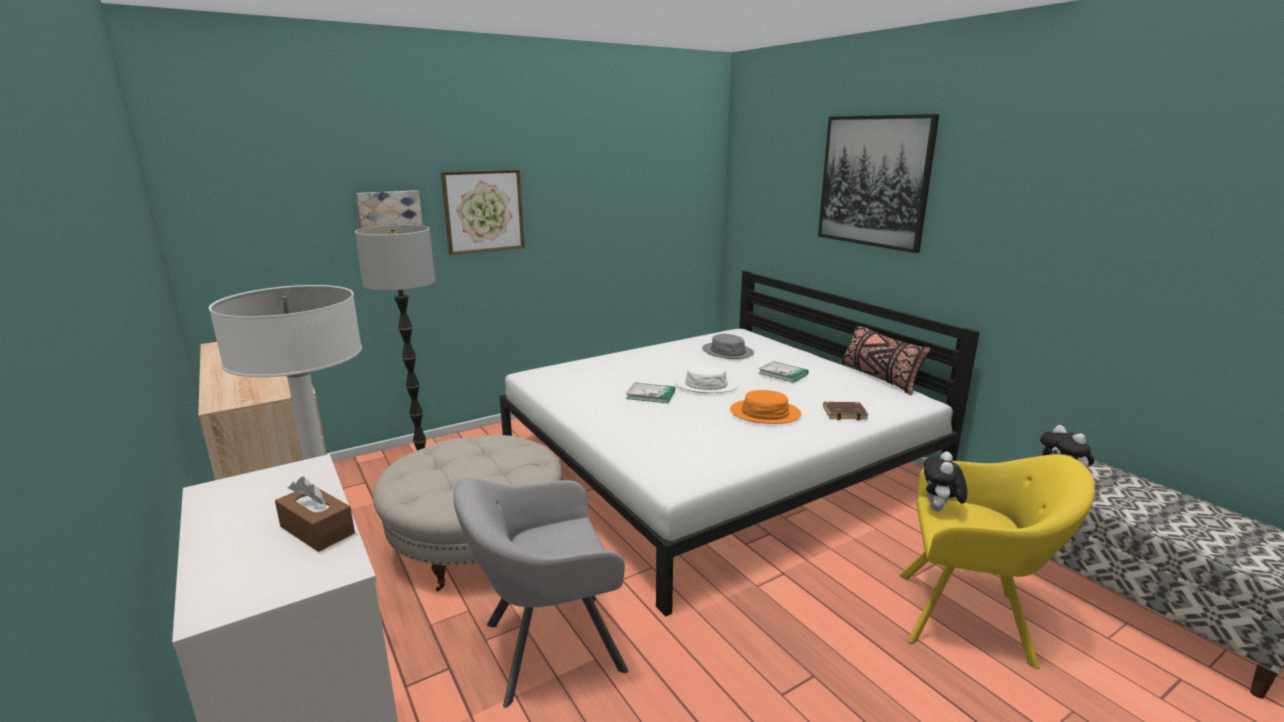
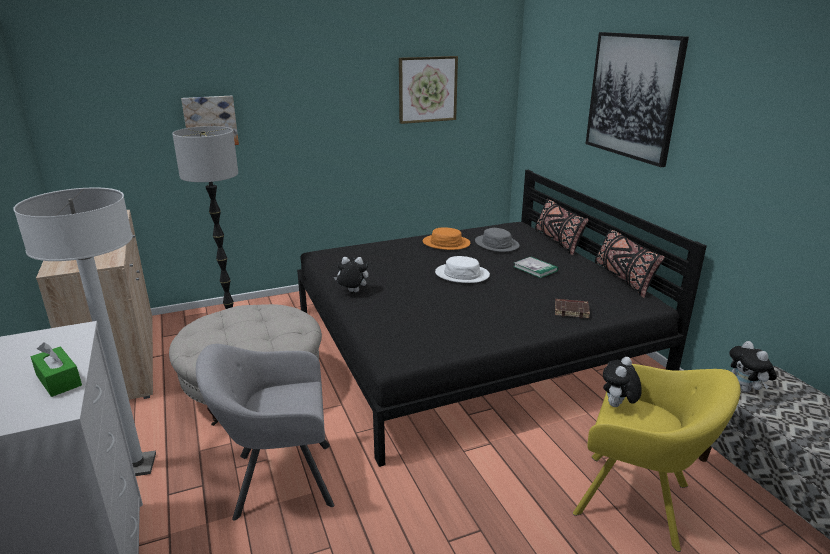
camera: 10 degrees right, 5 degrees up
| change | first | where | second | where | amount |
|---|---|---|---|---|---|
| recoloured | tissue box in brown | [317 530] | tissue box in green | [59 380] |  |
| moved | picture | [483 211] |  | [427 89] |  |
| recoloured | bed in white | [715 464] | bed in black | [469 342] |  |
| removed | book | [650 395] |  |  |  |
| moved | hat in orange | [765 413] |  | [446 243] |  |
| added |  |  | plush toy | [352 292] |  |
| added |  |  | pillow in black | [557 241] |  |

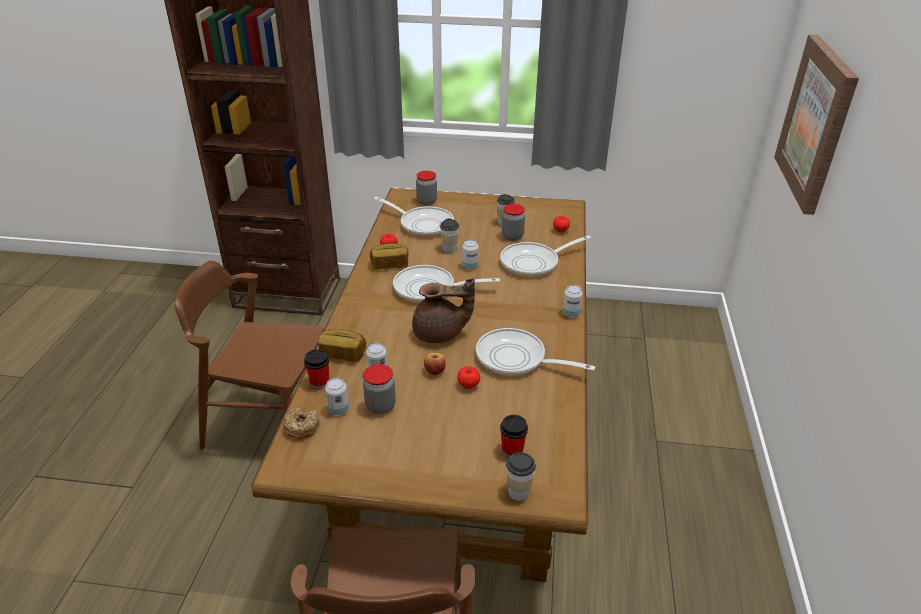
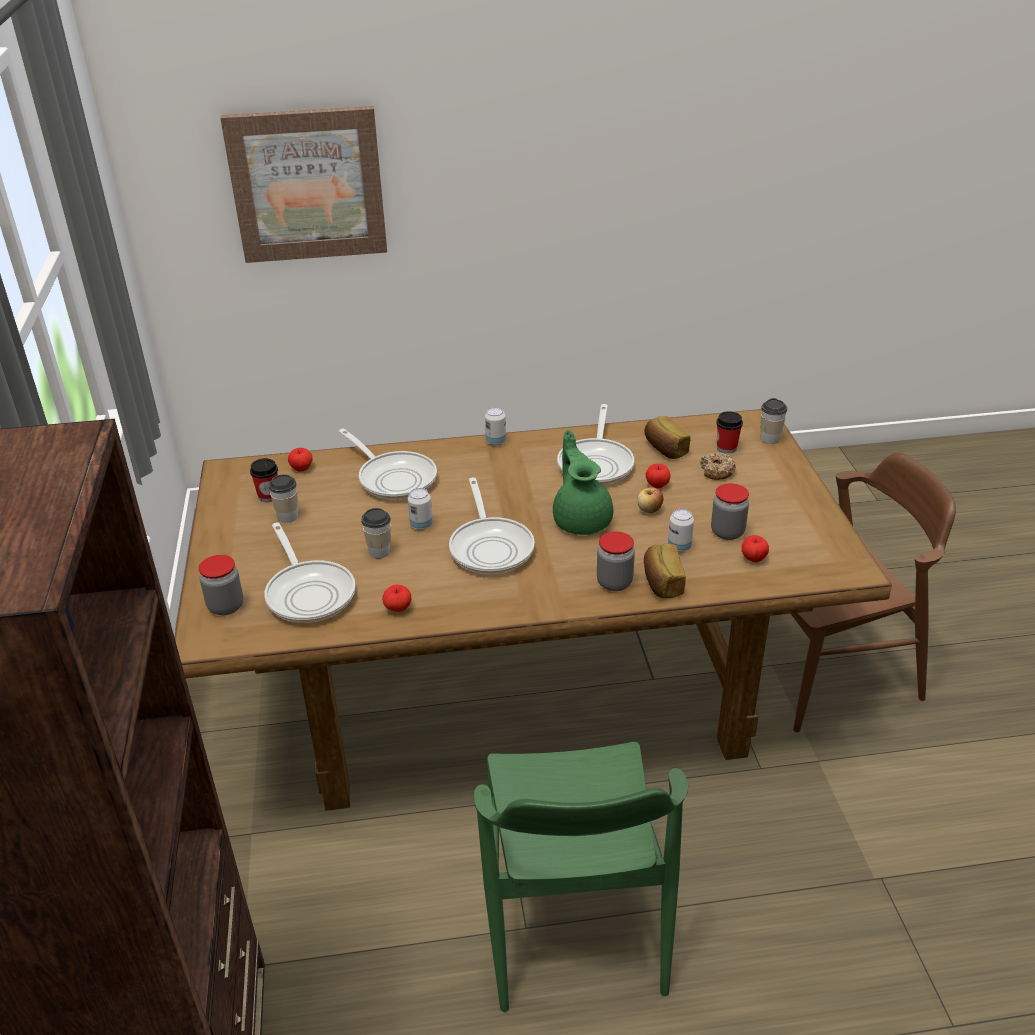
camera: 105 degrees left, 0 degrees up
| change | first | where | second | where | amount |
|---|---|---|---|---|---|
| recoloured | chair in brown | [270 421] | chair in green | [572 922] |  |
| moved | donut | [301 427] |  | [717 471] |  |
| moved | cup | [319 382] |  | [268 496] |  |
| replaced | can | [338 410] | apple | [753 558] |  |
| moved | bread | [390 264] |  | [664 449] |  |
| turned | frying pan | [423 224] |  | [309 592] | 135 degrees clockwise |
| recoloured | teapot in brown | [440 334] | teapot in green | [582 519] |  |
| moved | jar | [512 236] |  | [614 582] |  |

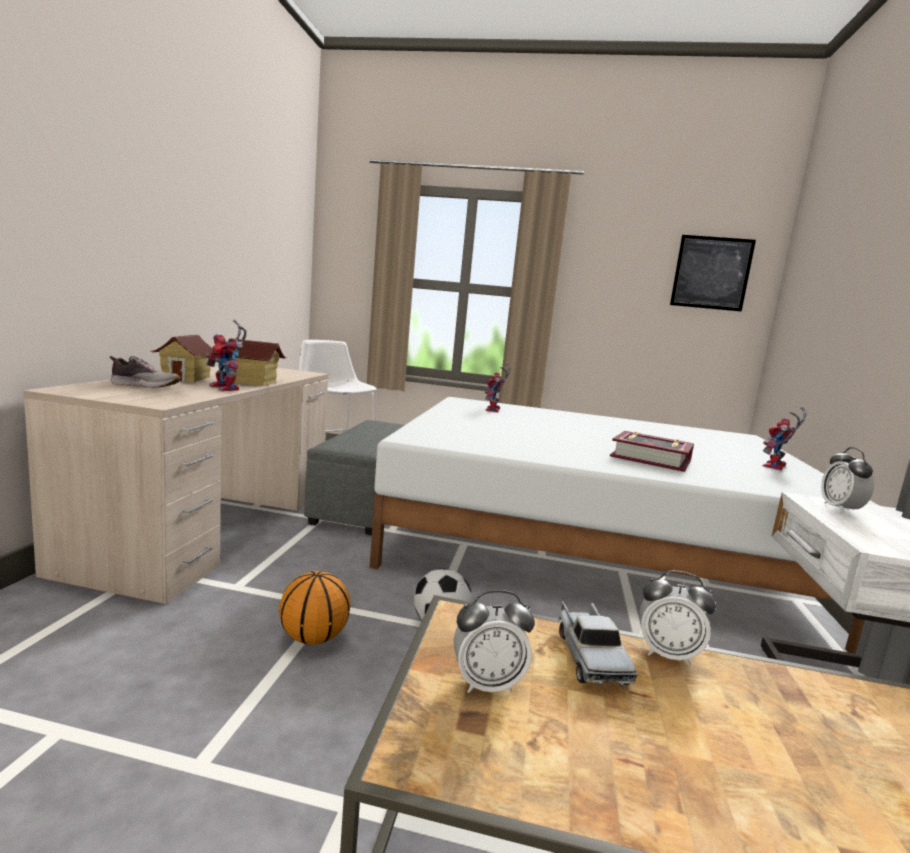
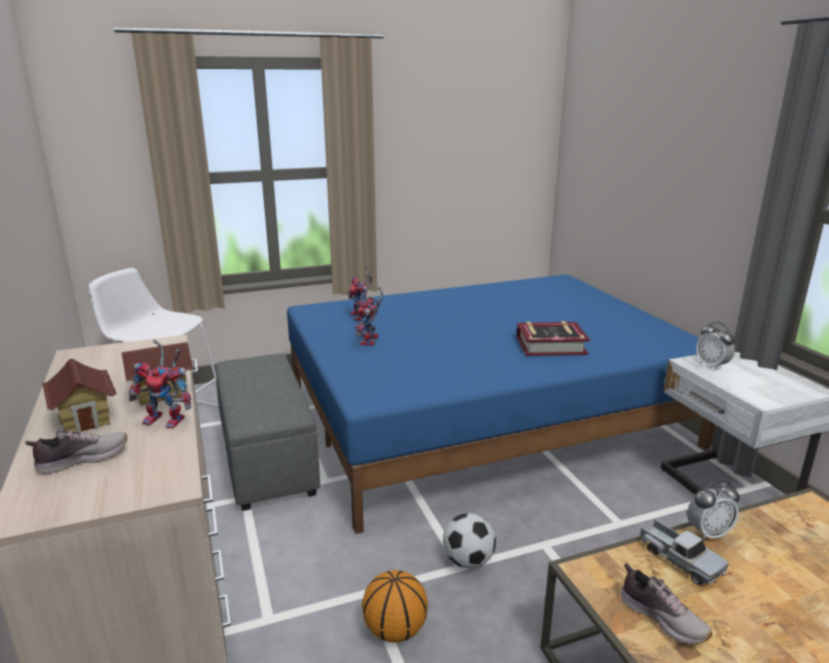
camera: 30 degrees left, 10 degrees up
| change | first | where | second | where | amount |
|---|---|---|---|---|---|
| recoloured | bed in white | [589 540] | bed in blue | [484 416] |  |
| replaced | alarm clock | [487 684] | shoe | [662 617] |  |
| removed | picture | [711 273] |  |  |  |
| moved | toy robot | [776 467] |  | [370 342] |  |

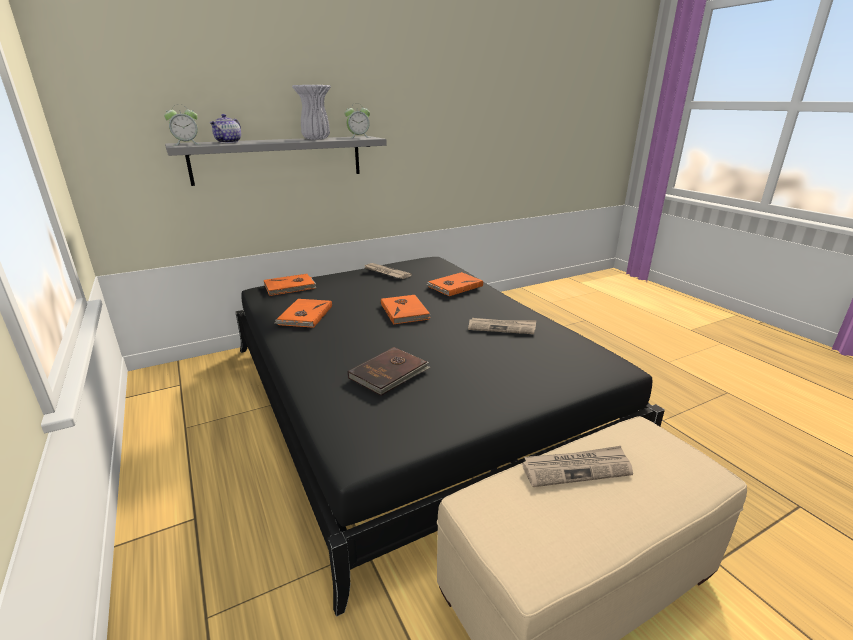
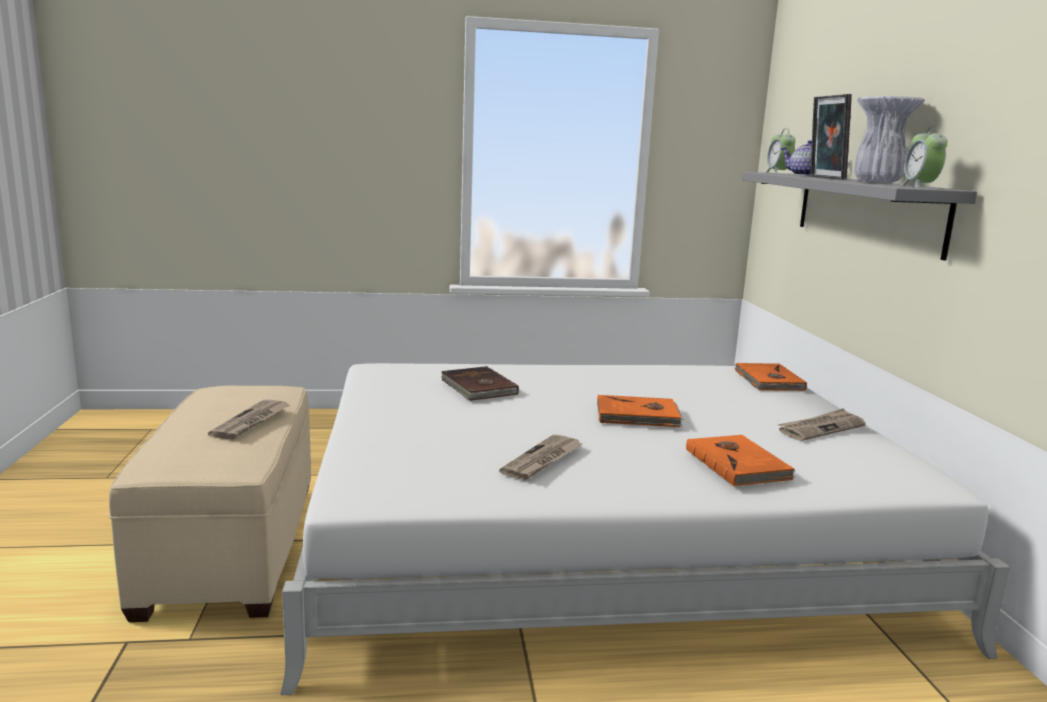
camera: 110 degrees right, 10 degrees down
| change | first | where | second | where | amount |
|---|---|---|---|---|---|
| recoloured | bed in black | [410 396] | bed in white | [598 536] |  |
| removed | book in orange | [304 315] |  |  |  |
| added |  |  | picture frame | [824 178] |  |

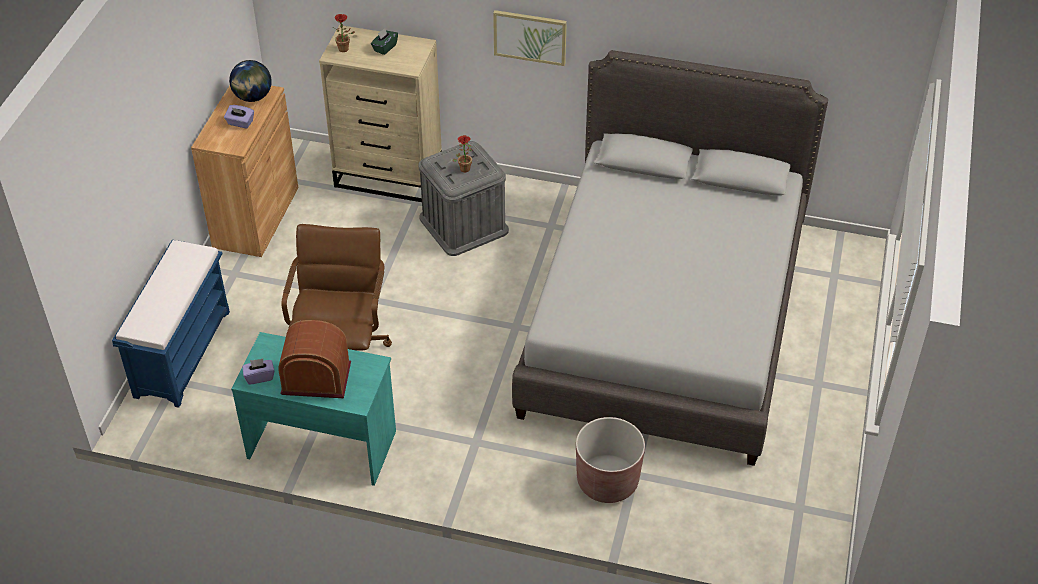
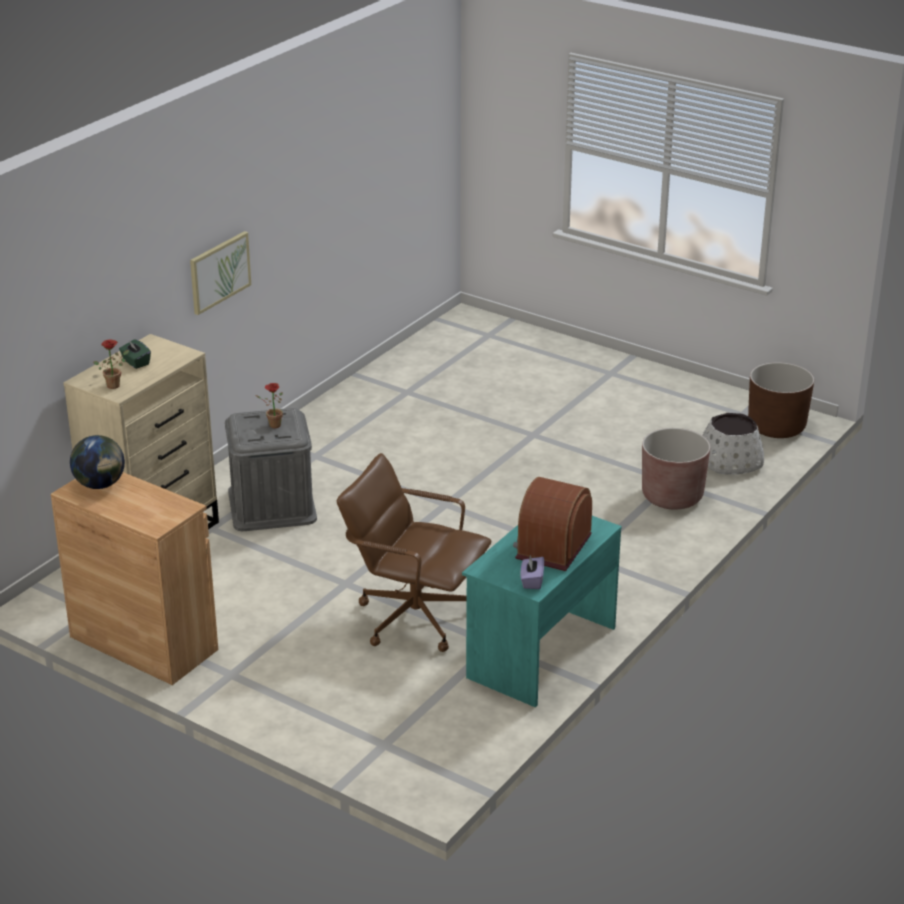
camera: 70 degrees left, 15 degrees down
| change | first | where | second | where | amount |
|---|---|---|---|---|---|
| removed | bench in blue | [182 352] |  |  |  |
| removed | tissue box in purple | [240 123] |  |  |  |
| removed | bed in grey | [665 319] |  |  |  |
| added |  |  | planter in white | [730 462] |  |
| added |  |  | planter in brown | [776 427] |  |

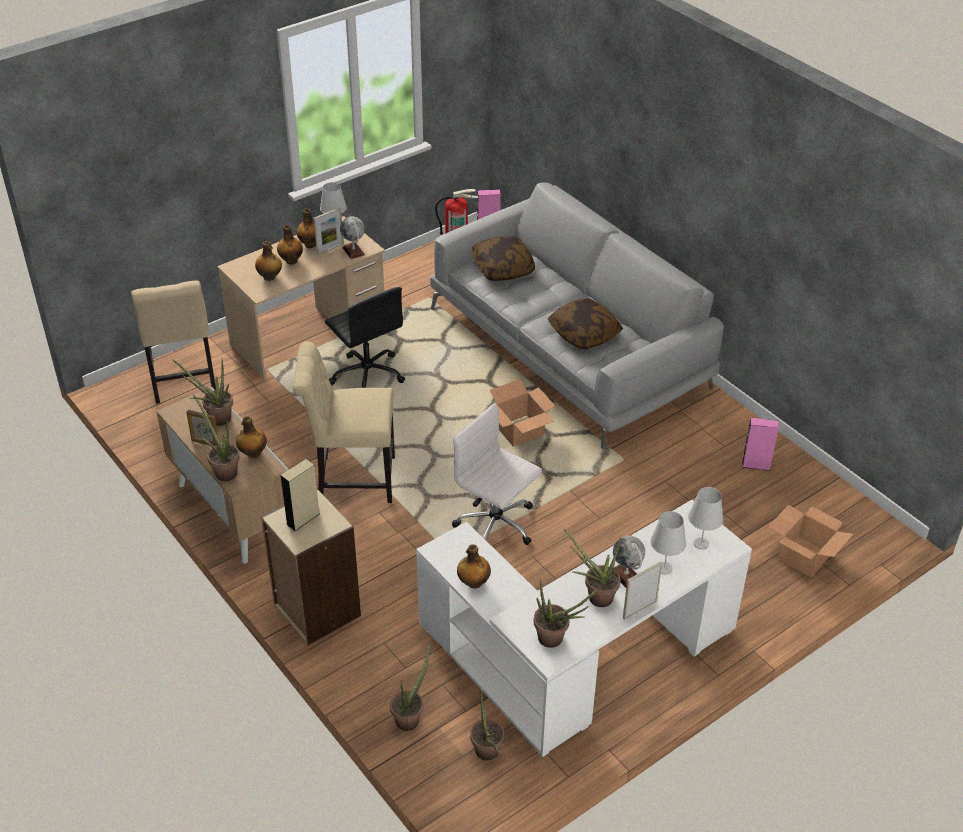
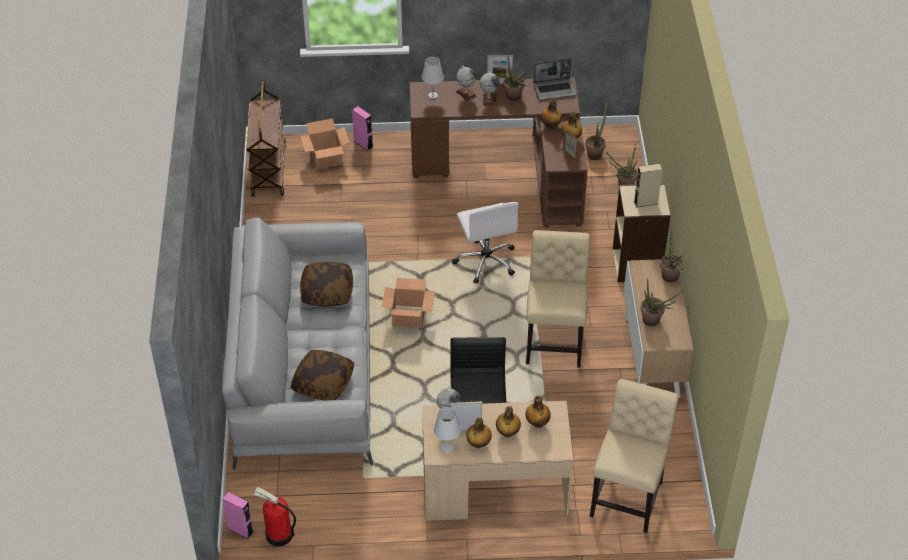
camera: 145 degrees left, 5 degrees up
| change | first | where | second | where | amount |
|---|---|---|---|---|---|
| moved | picture frame | [205 443] |  | [570 156] |  |
| moved | bottle | [253 453] |  | [550 126] |  |
| turned | chair in beige | [351 479] |  | [554 340] | 120 degrees counterclockwise |
| recoloured | desk in white | [577 662] | desk in brown | [510 170] |  |
| replaced | potted plant | [556 639] | laptop | [555 89] |  |
| replaced | table lamp in white | [664 568] | globe | [466 93] |  |
| moved | speaker in pink | [756 465] |  | [363 144] |  |
| added |  |  | cart in brown | [268 169] |  |

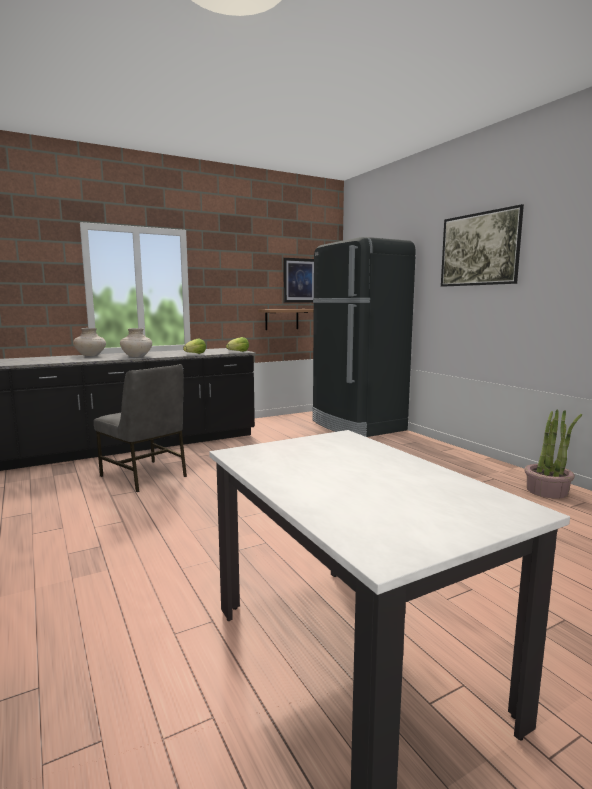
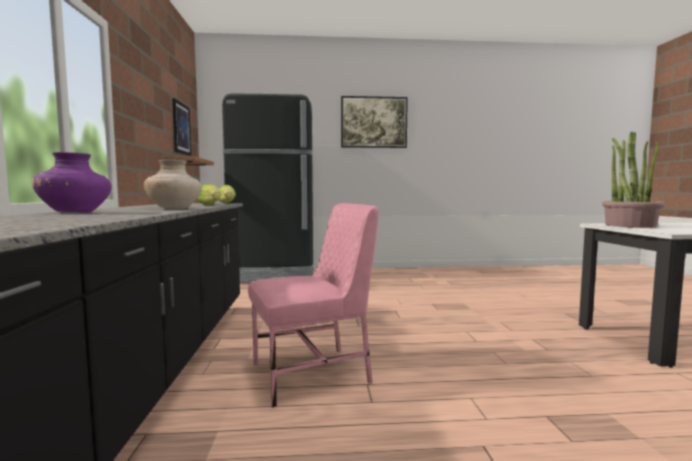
camera: 65 degrees left, 5 degrees down
| change | first | where | second | where | amount |
|---|---|---|---|---|---|
| recoloured | vase in beige | [90 355] | vase in purple | [76 212] |  |
| recoloured | chair in grey | [145 476] | chair in pink | [313 373] |  |
| moved | potted plant | [547 491] |  | [630 225] |  |

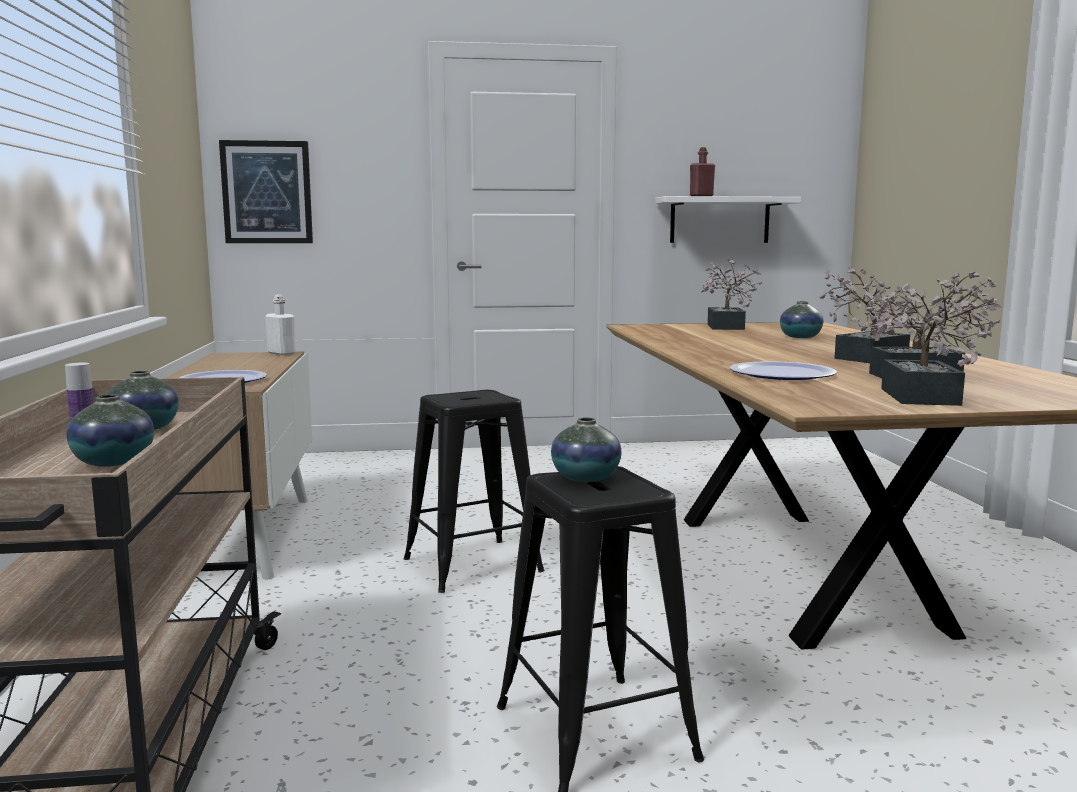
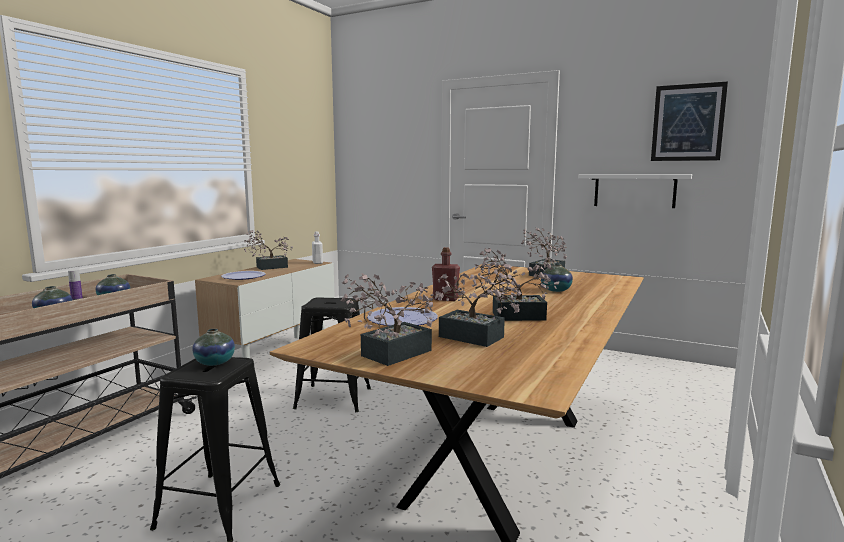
camera: 35 degrees right, 0 degrees up
| change | first | where | second | where | amount |
|---|---|---|---|---|---|
| moved | picture | [267 192] |  | [687 123] |  |
| moved | bottle in red | [701 196] |  | [445 299] |  |
| added |  |  | potted plant | [268 267] |  |

